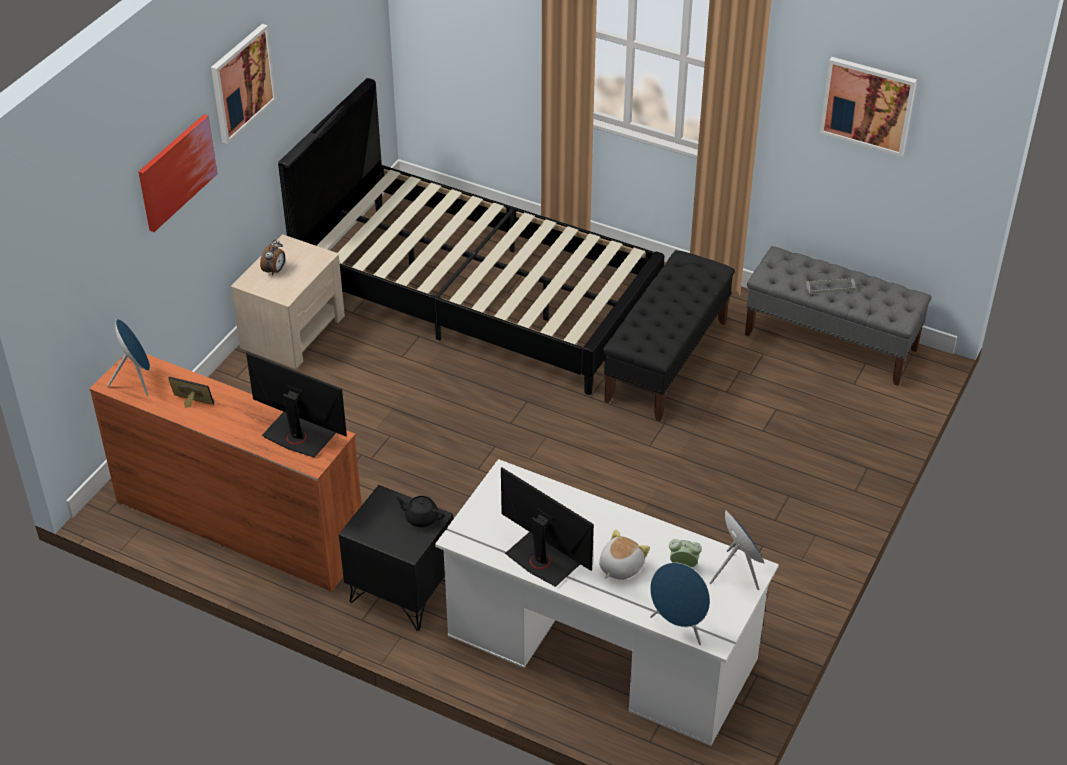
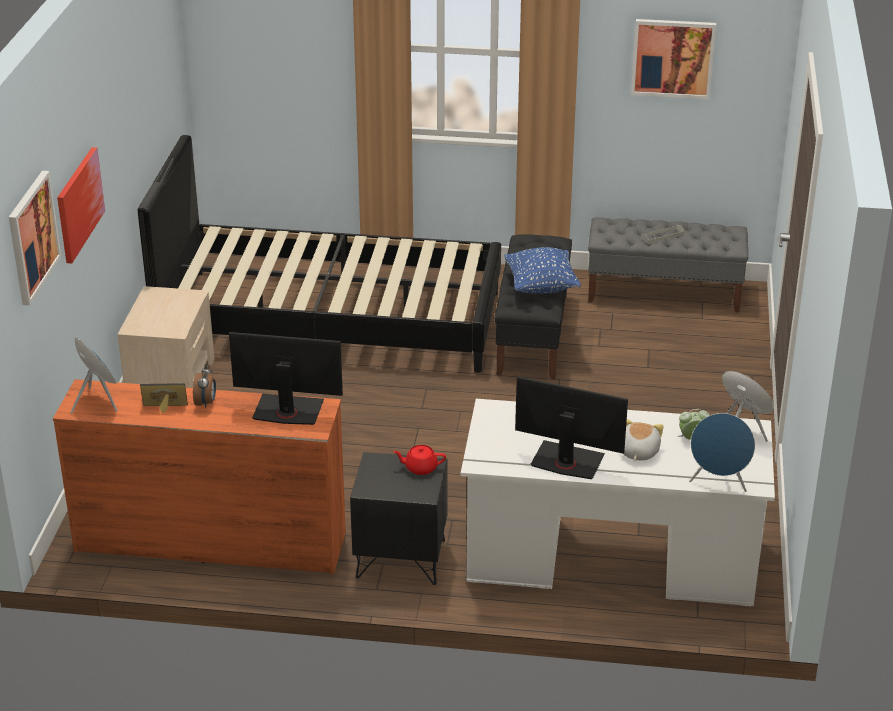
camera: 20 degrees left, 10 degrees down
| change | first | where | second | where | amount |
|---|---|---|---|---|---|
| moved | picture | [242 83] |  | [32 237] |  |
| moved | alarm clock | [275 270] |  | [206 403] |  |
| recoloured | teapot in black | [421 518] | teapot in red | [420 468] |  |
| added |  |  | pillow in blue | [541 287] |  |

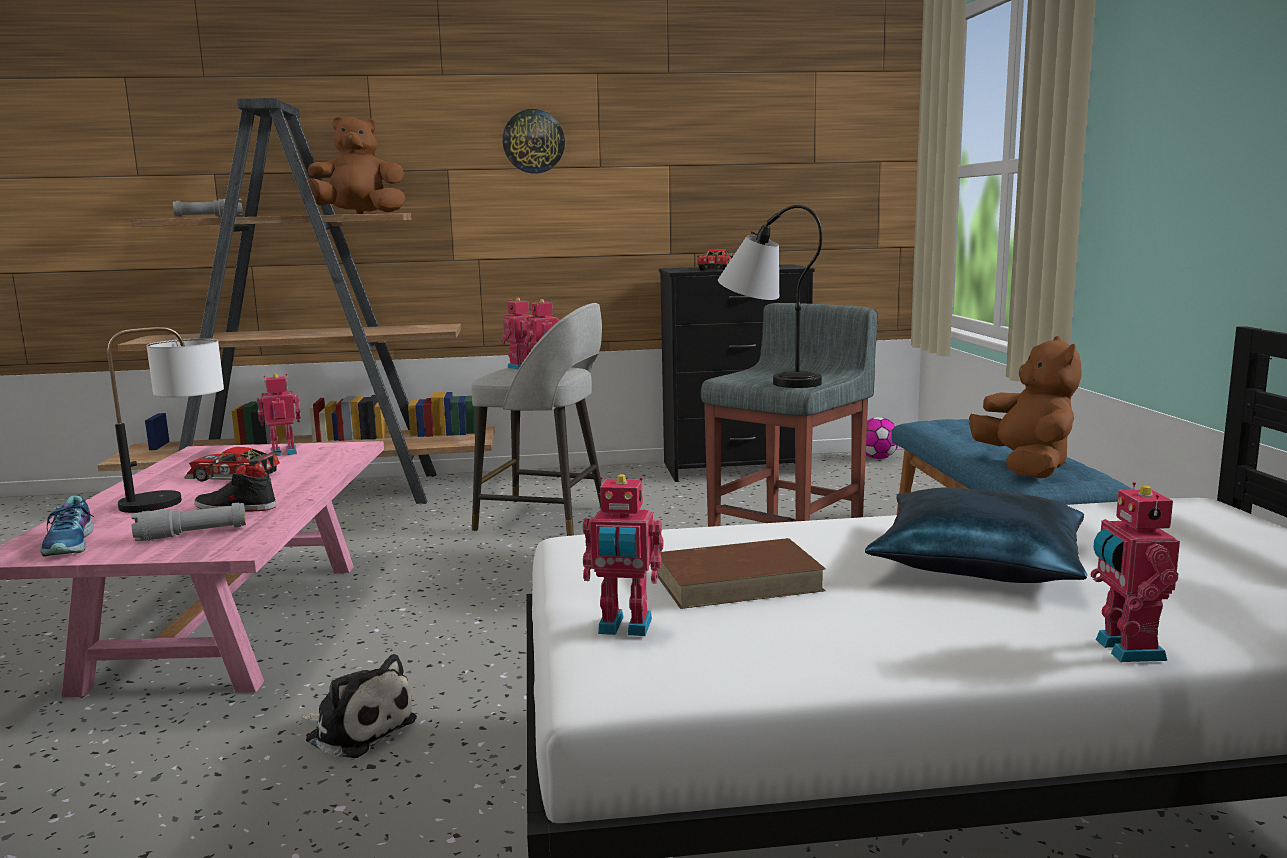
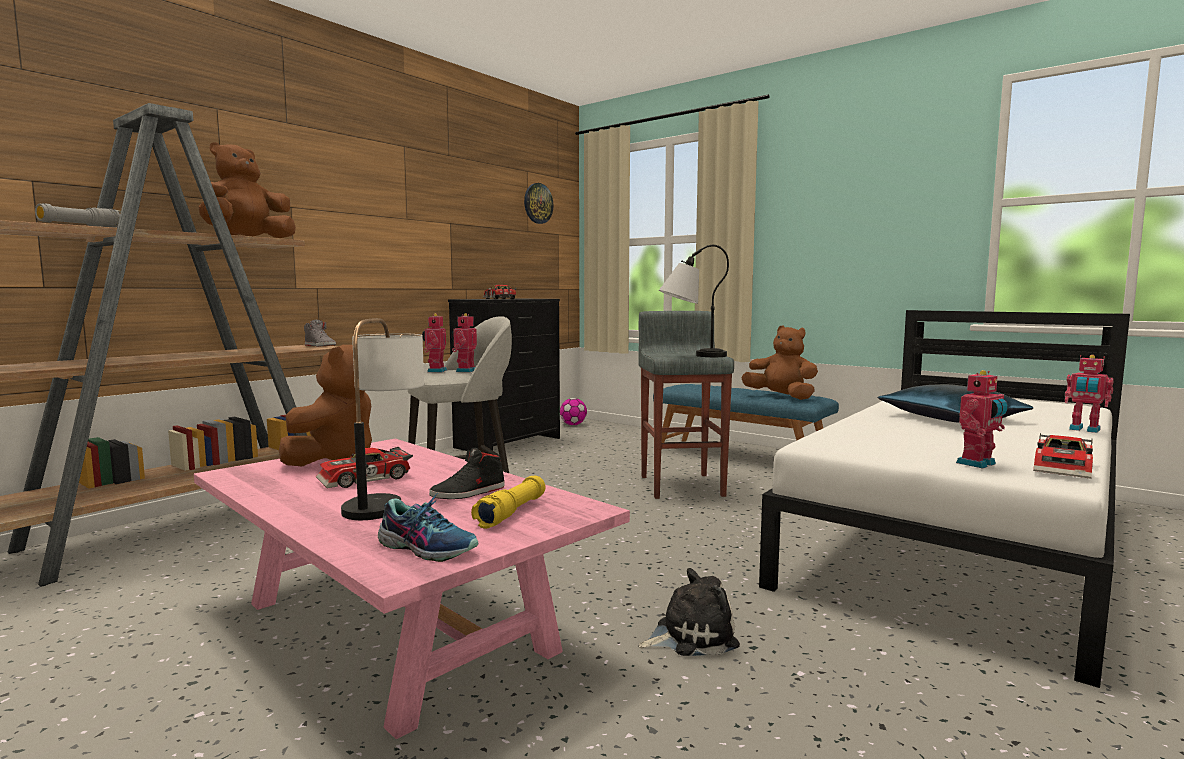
camera: 45 degrees left, 5 degrees down
| change | first | where | second | where | amount |
|---|---|---|---|---|---|
| recoloured | flashlight in grey | [192 534] | flashlight in yellow | [512 513] |  |
| replaced | toy robot | [283 452] | plush toy in brown | [335 458] |  |
| moved | wall clock | [533 141] |  | [538 203] |  |
| removed | book in brown | [738 580] |  |  |  |
| added |  |  | shoe in grey | [320 346] |  |
| added |  |  | toy car | [1066 468] |  |

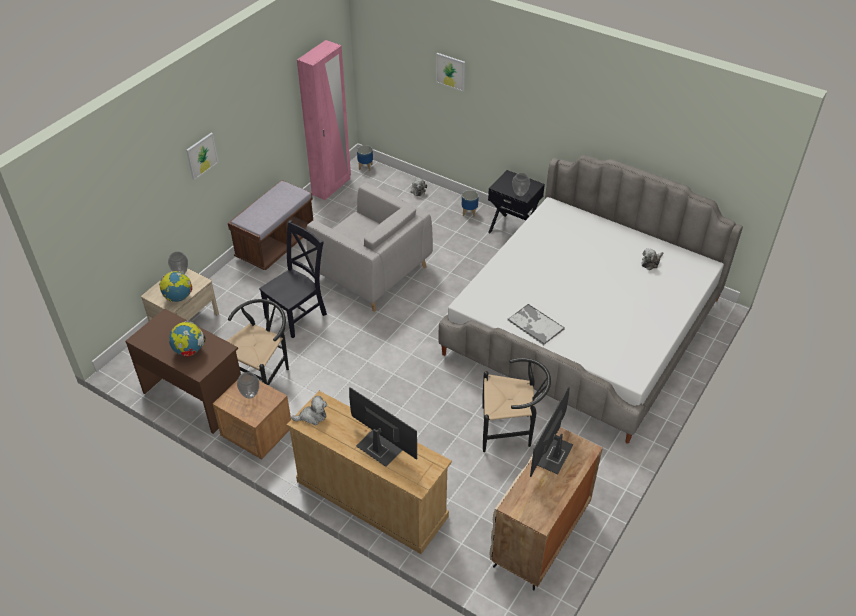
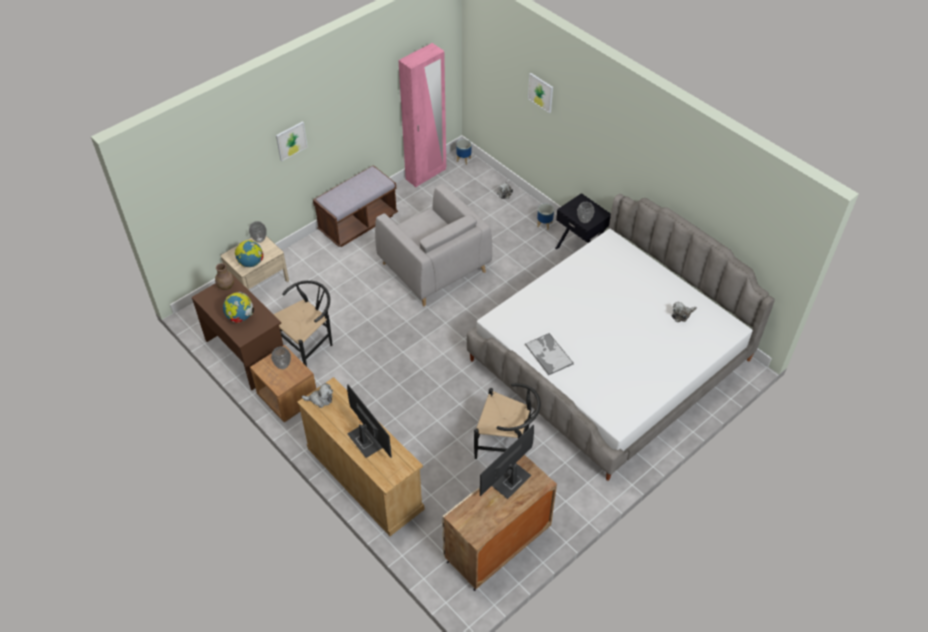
camera: 15 degrees right, 5 degrees up
| change | first | where | second | where | amount |
|---|---|---|---|---|---|
| removed | chair in black | [298 314] |  |  |  |
| added |  |  | vase in brown | [226 286] |  |

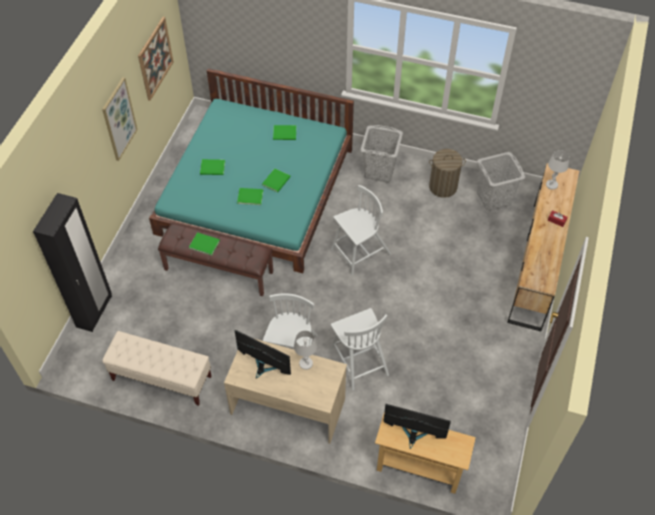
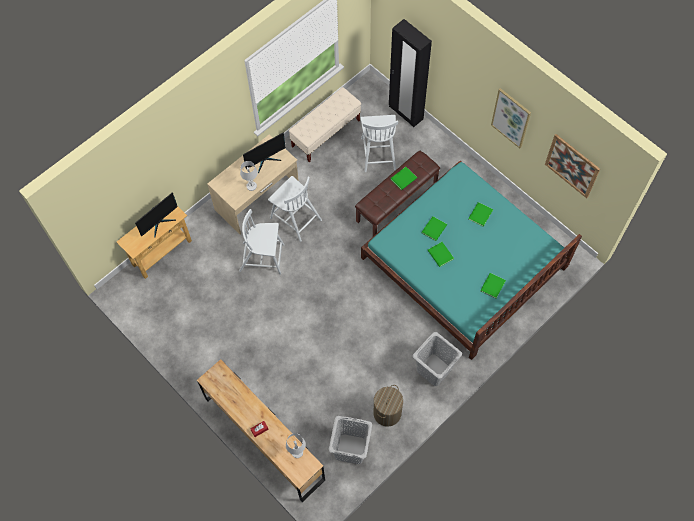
camera: 120 degrees right, 10 degrees up
| change | first | where | second | where | amount |
|---|---|---|---|---|---|
| moved | chair in white | [360 252] |  | [378 153] |  |

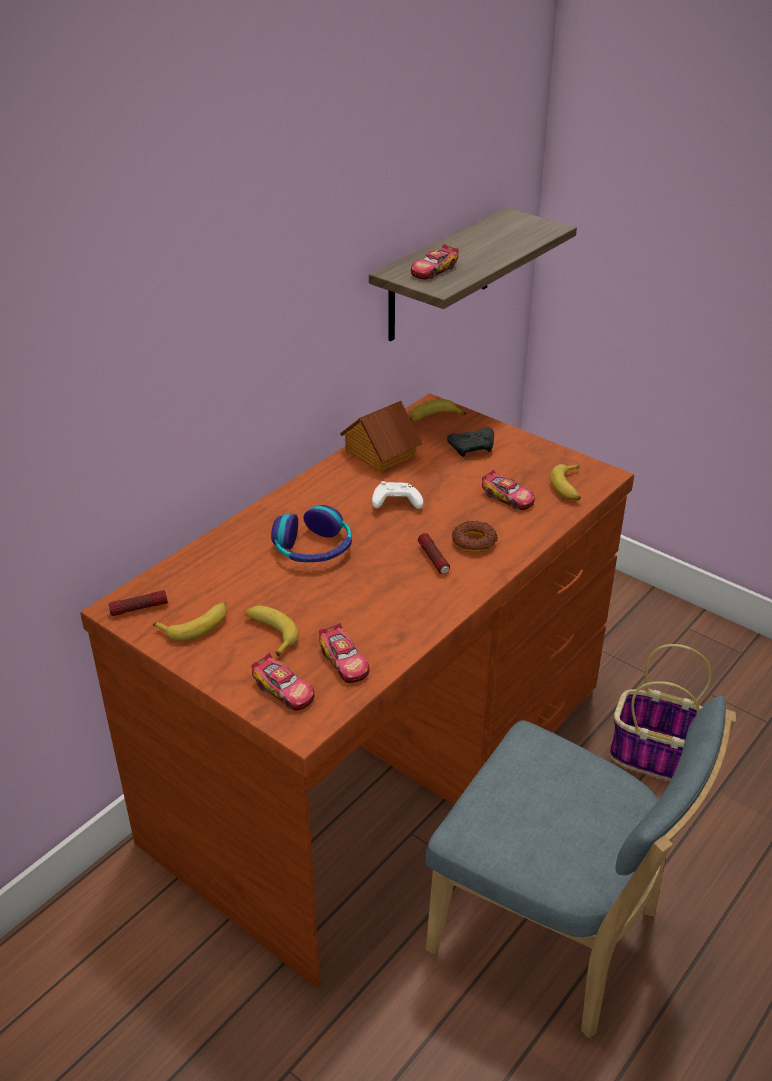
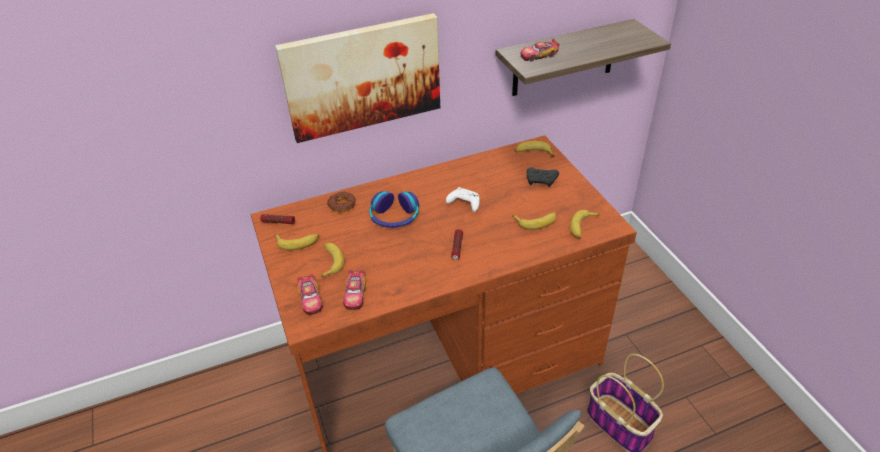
camera: 30 degrees right, 5 degrees up
| change | first | where | second | where | amount |
|---|---|---|---|---|---|
| removed | toy house | [379 453] |  |  |  |
| moved | donut | [474 541] |  | [342 205] |  |
| replaced | toy car | [508 498] | banana | [536 222] |  |
| added |  |  | picture | [362 77] |  |

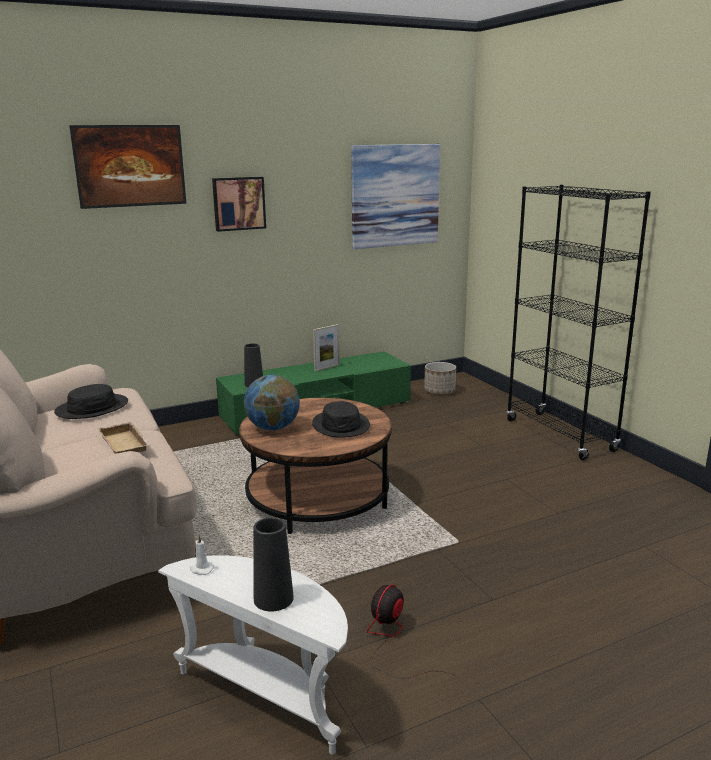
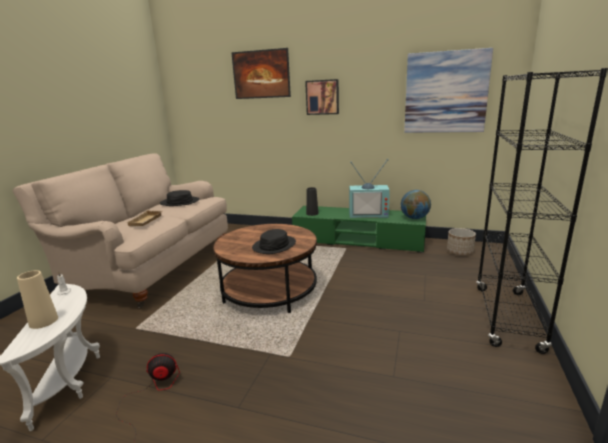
camera: 45 degrees right, 0 degrees up
| change | first | where | second | where | amount |
|---|---|---|---|---|---|
| moved | globe | [273 428] |  | [414 218] |  |
| recoloured | vase in black | [273 598] | vase in beige | [43 321] |  |
| replaced | picture frame | [327 368] | television | [368 214] |  |

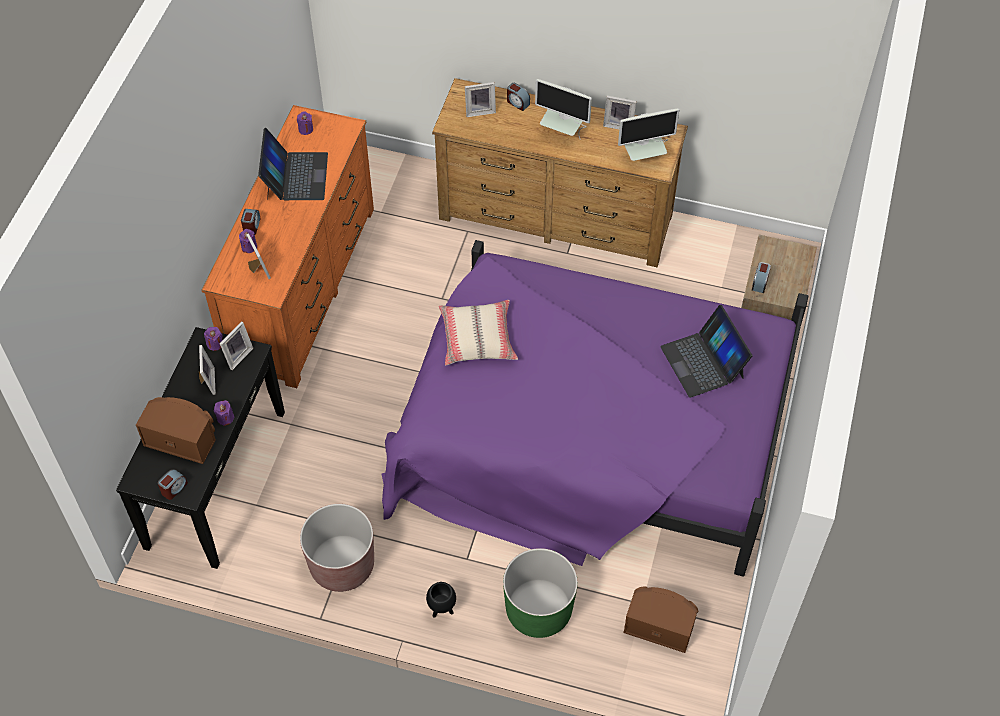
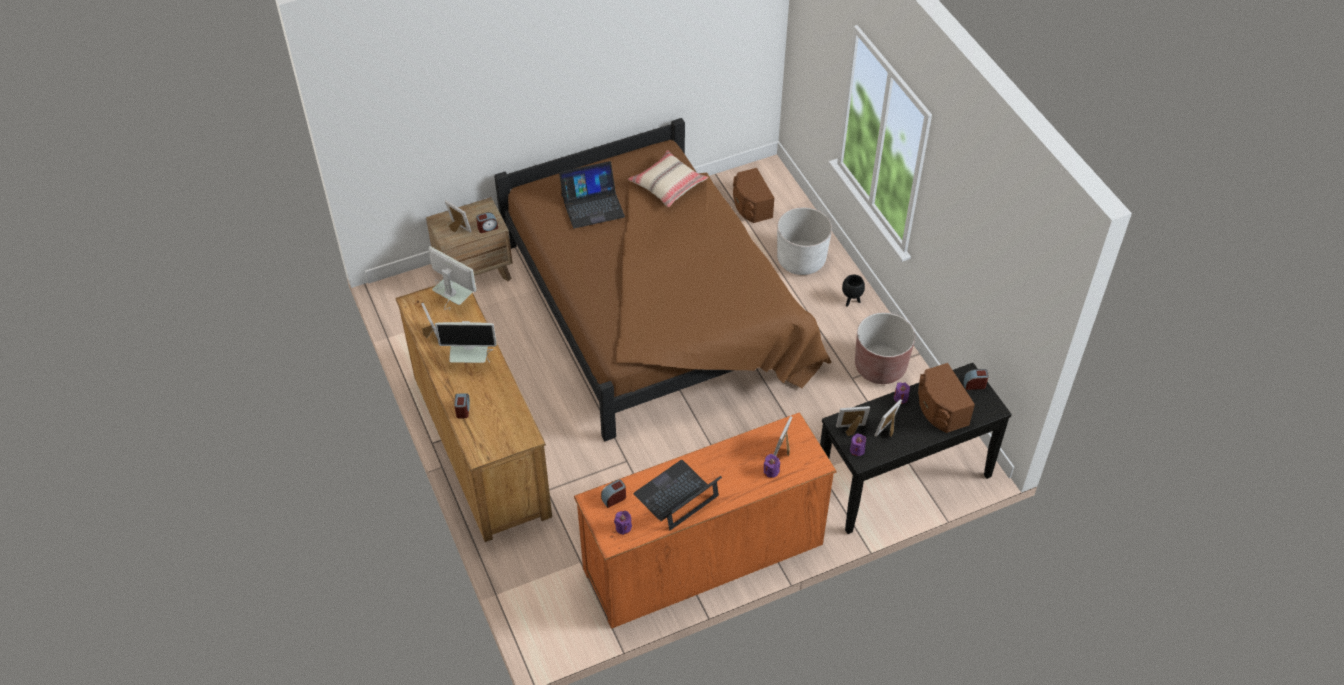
camera: 130 degrees left, 5 degrees down
| change | first | where | second | where | amount |
|---|---|---|---|---|---|
| moved | alarm clock | [252 226] |  | [614 498] |  |
| recoloured | bed in purple | [589 435] | bed in brown | [658 308] |  |
| moved | pillow in beige | [478 339] |  | [668 184] |  |
| moved | picture frame | [480 110] |  | [458 229] |  |
| recoloured | planter in green | [538 610] | planter in white | [801 260] |  |
| turned | monitor | [562 133] |  | [471 362] | 105 degrees clockwise |
| turned | laptop | [703 362] |  | [592 205] | 45 degrees clockwise |

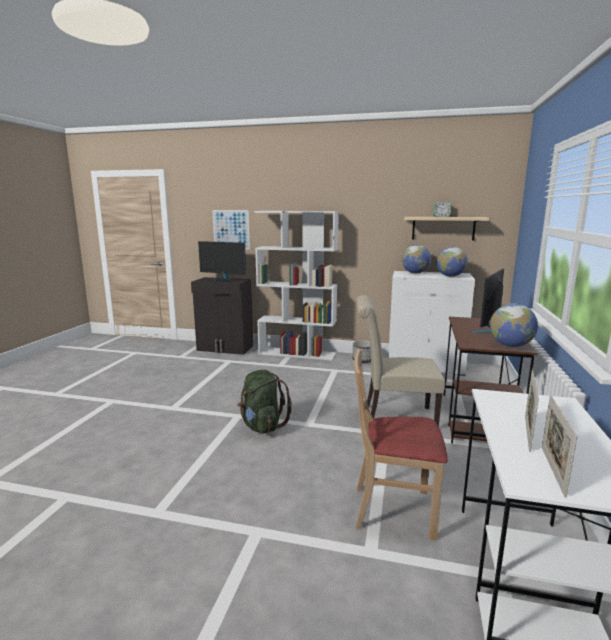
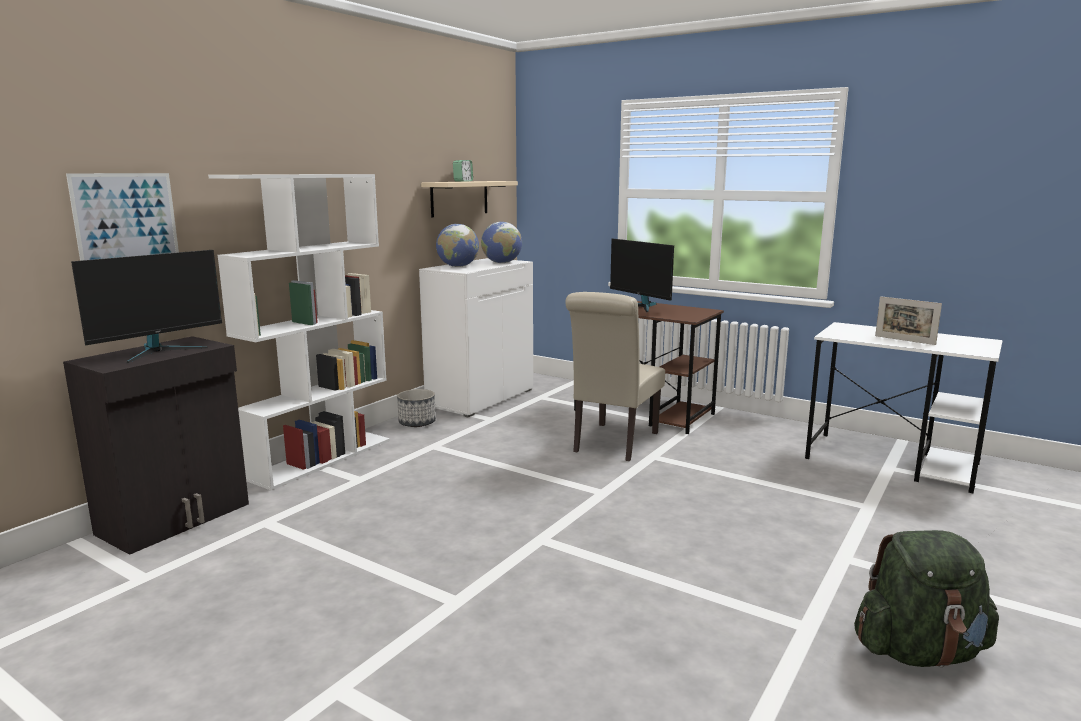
camera: 70 degrees left, 0 degrees up
| change | first | where | second | where | amount |
|---|---|---|---|---|---|
| moved | backpack in green | [262 426] |  | [919 652] |  |
| removed | chair in beige | [393 510] |  |  |  |
| removed | globe | [510 346] |  |  |  |
| removed | picture frame | [552 470] |  |  |  |

